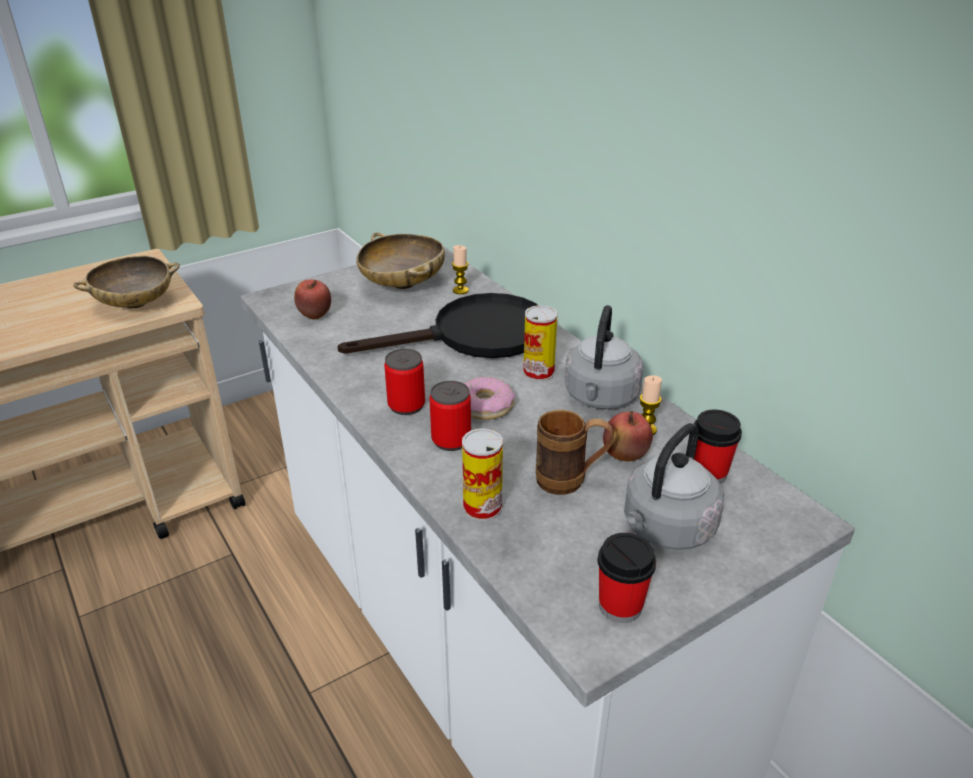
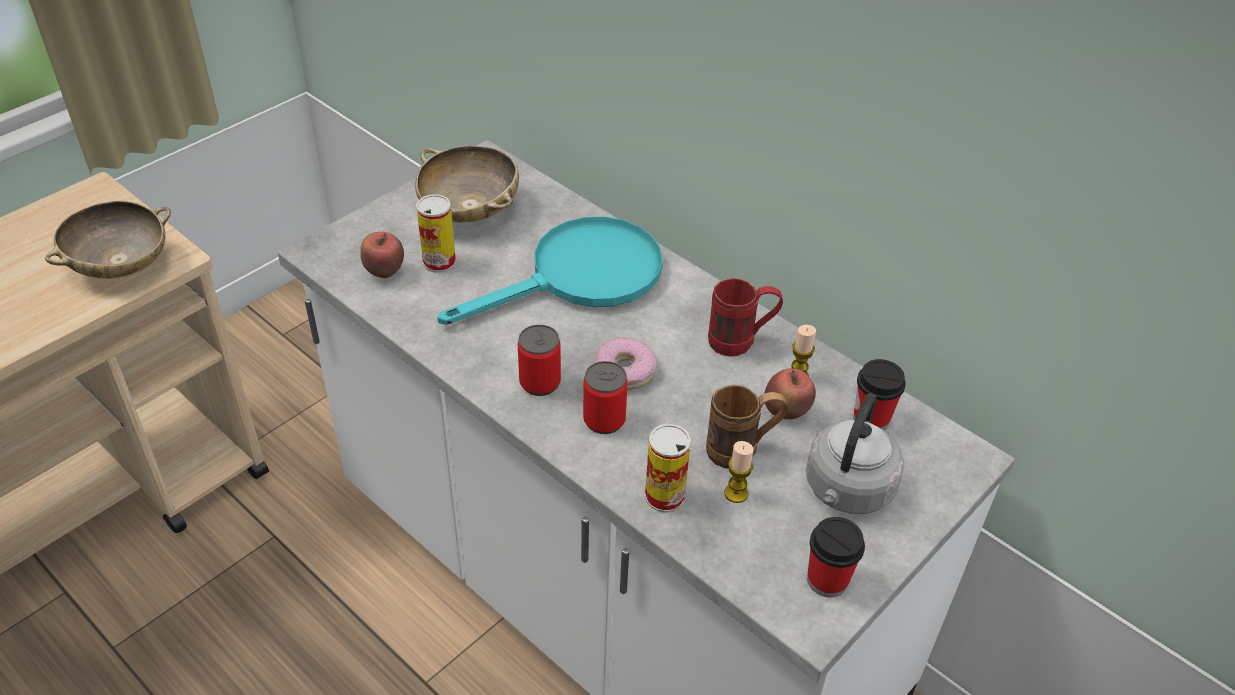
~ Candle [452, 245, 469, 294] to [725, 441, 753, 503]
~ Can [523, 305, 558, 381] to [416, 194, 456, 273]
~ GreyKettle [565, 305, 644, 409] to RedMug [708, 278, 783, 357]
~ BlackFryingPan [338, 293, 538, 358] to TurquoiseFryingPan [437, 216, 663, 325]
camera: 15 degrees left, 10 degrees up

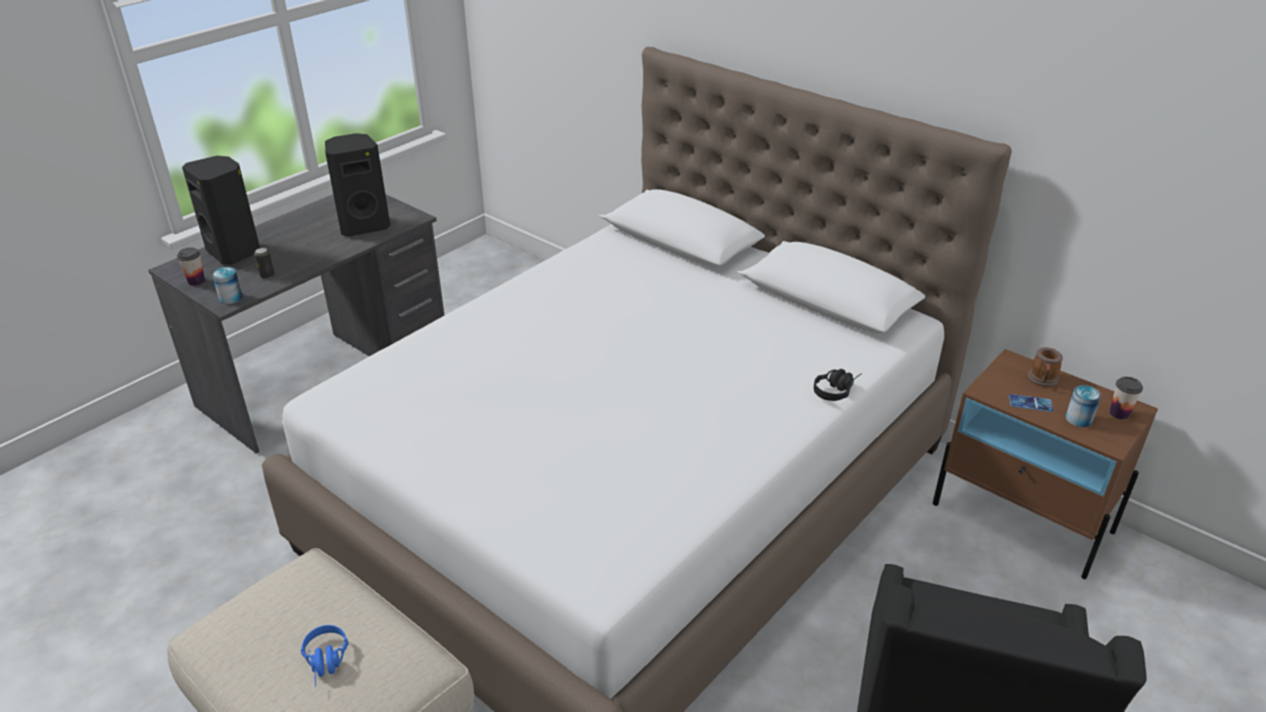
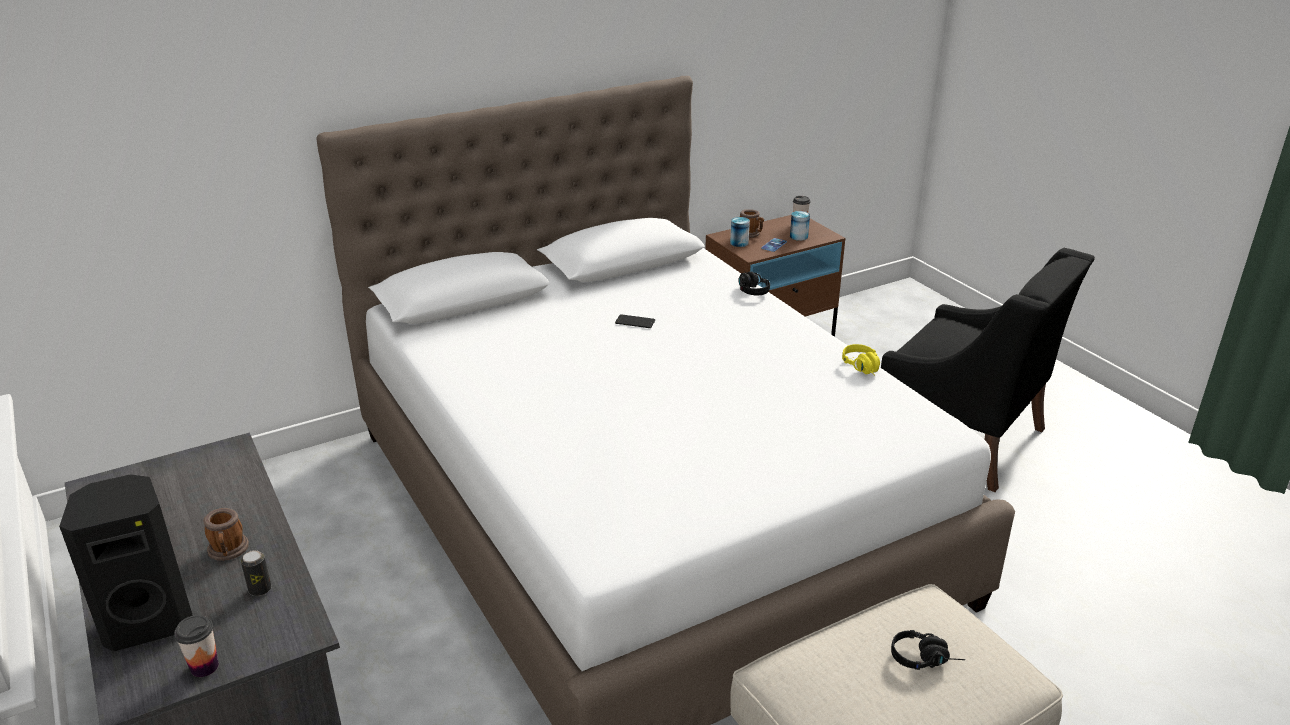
- BlackSpeaker [325, 133, 390, 237]
+ Mug [203, 508, 249, 561]
+ Phone [615, 314, 655, 328]
+ YellowHeadphones [842, 344, 880, 375]
~ Can [212, 267, 243, 304] to [730, 217, 750, 247]
~ BlueHeadphones [301, 625, 348, 687] to BlackHeadphones [891, 630, 965, 670]
camera: 70 degrees left, 5 degrees down

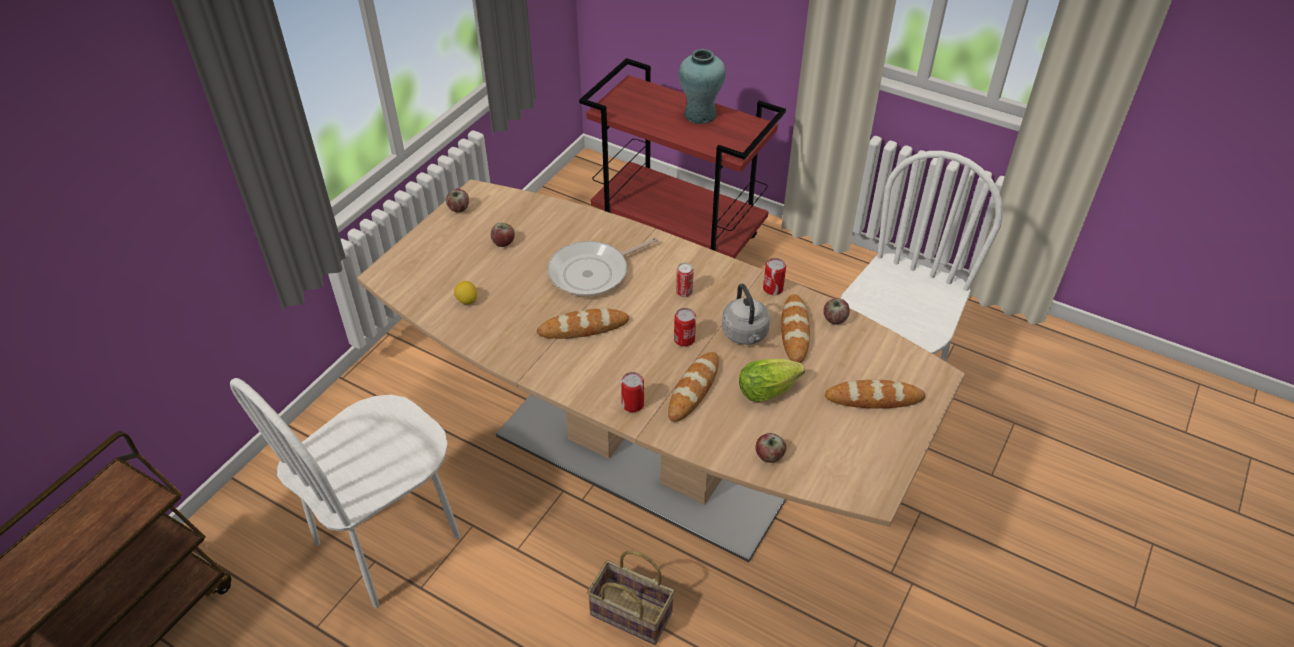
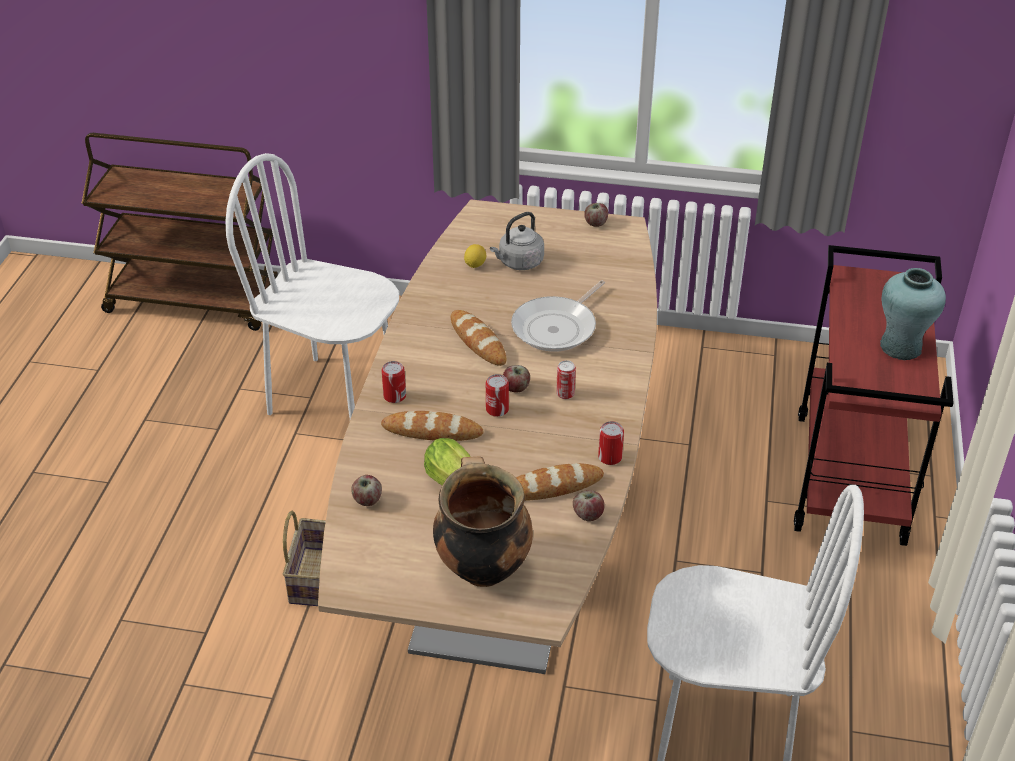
~ Apple [491, 223, 515, 247] to [503, 365, 530, 393]
~ GreyKettle [722, 284, 770, 345] to [490, 212, 544, 270]
~ Bread [825, 380, 925, 408] to CookingPot [433, 457, 533, 587]
~ FryingPan [548, 237, 658, 296] = [511, 280, 605, 352] 90 degrees counterclockwise
camera: 70 degrees right, 5 degrees down

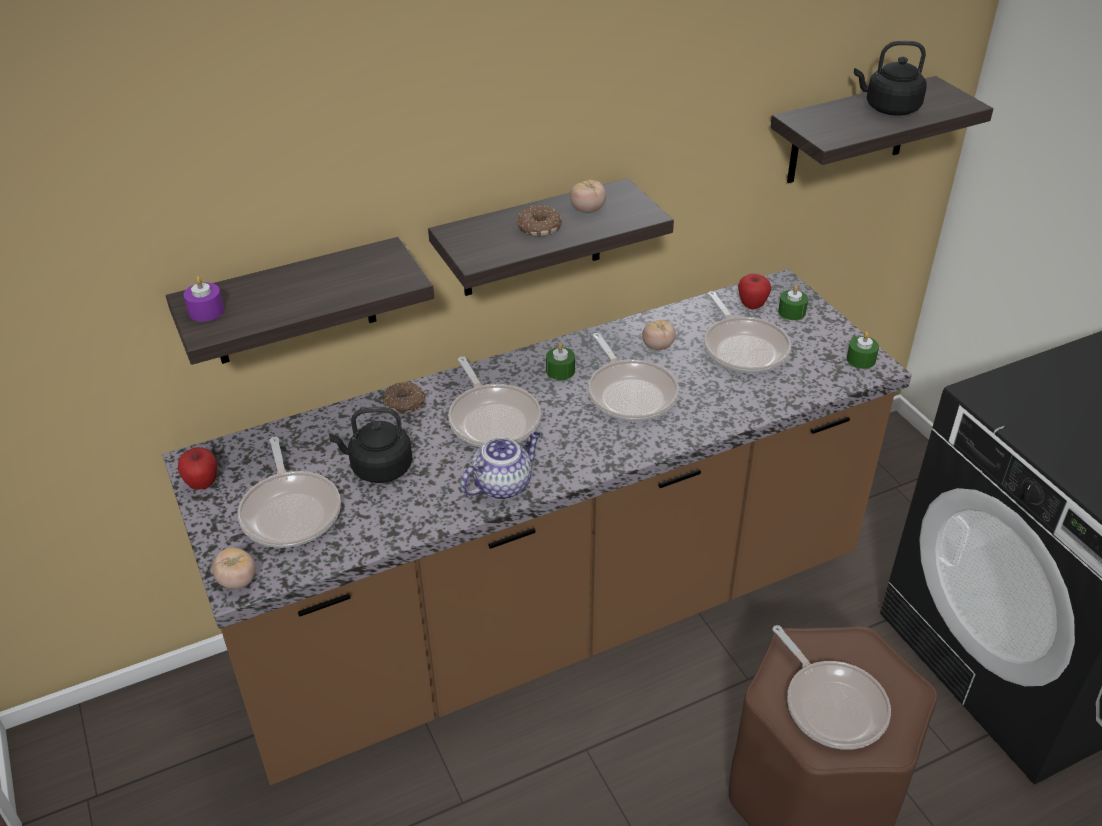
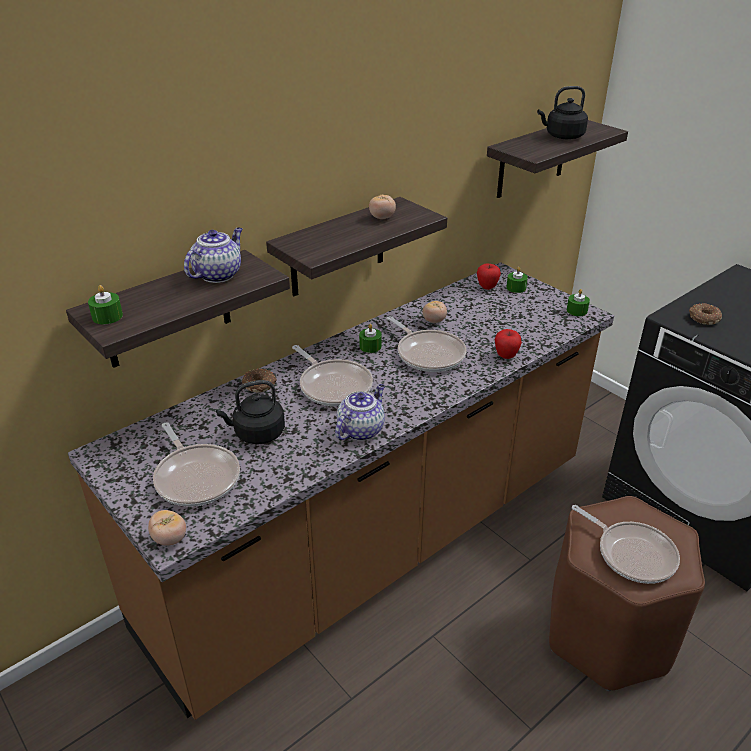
- FryingPan [704, 291, 791, 373]
+ Teapot [184, 228, 242, 283]
~ Apple [178, 447, 218, 490] to [495, 329, 522, 359]
~ Donut [517, 205, 562, 237] to [689, 303, 722, 325]
~ PurpleCandle [184, 276, 224, 322] to GreenCandle [88, 285, 123, 324]
camera: 15 degrees left, 5 degrees down

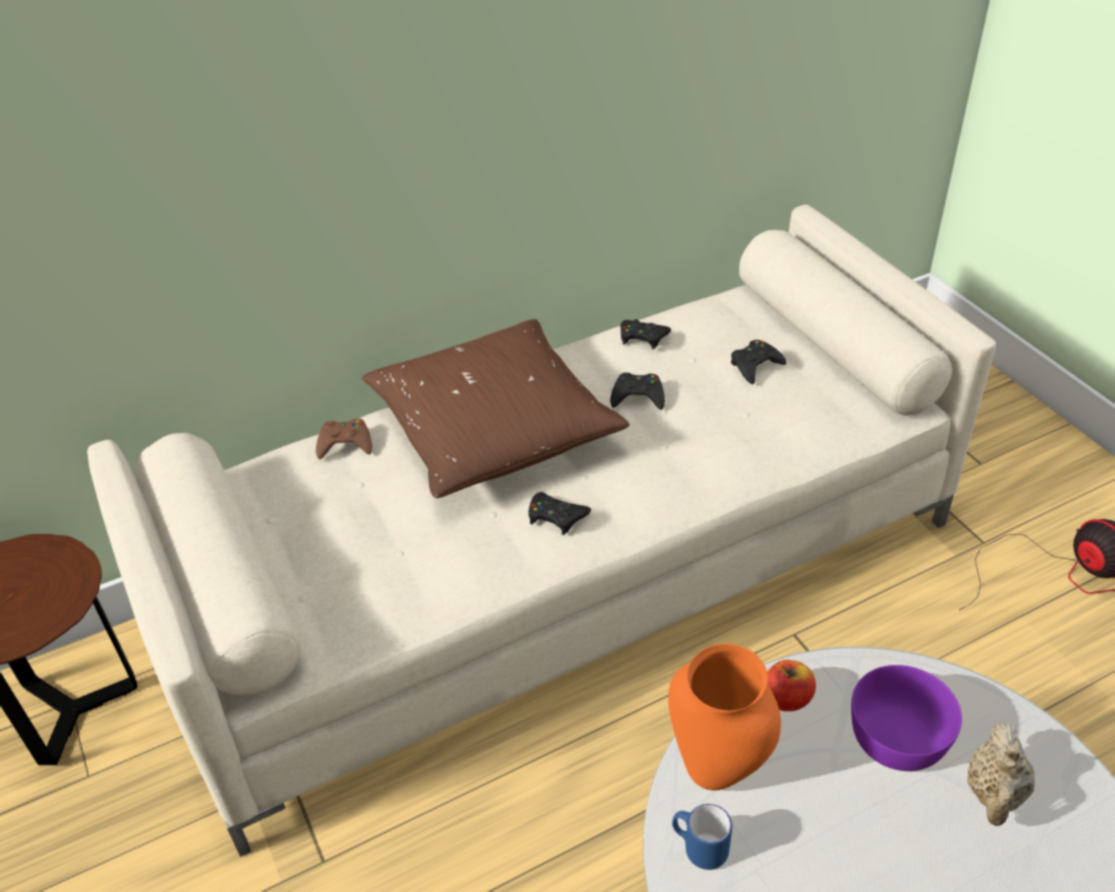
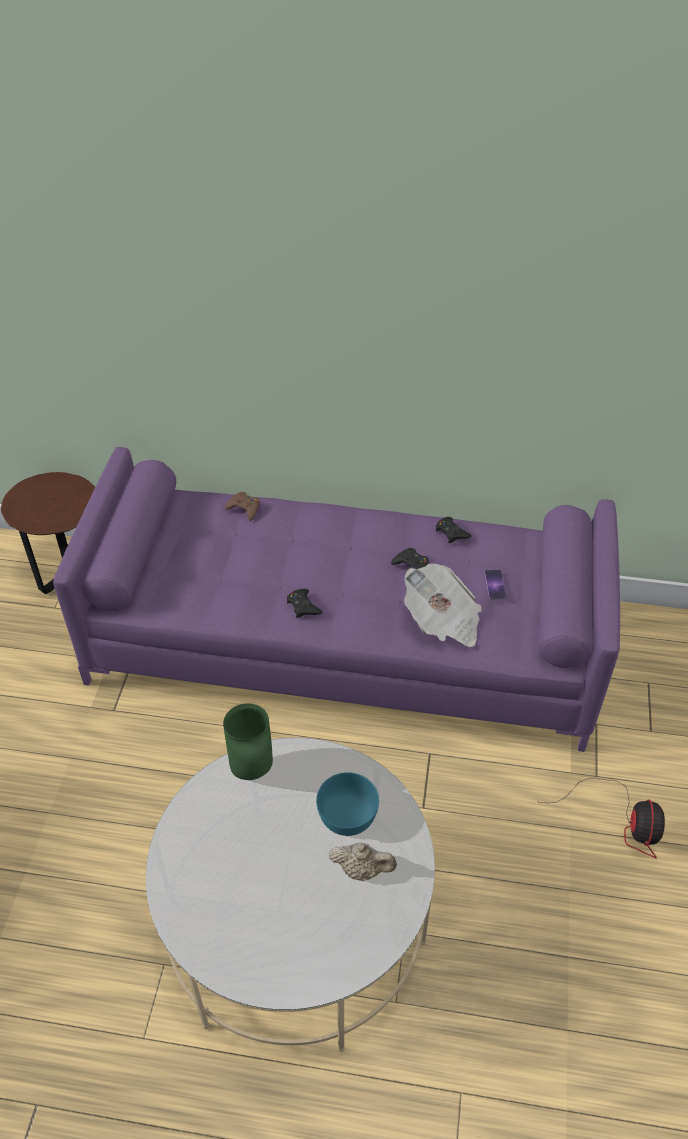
- BrownPillow [362, 319, 630, 498]
- BlueMug [672, 804, 732, 870]
- Apple [767, 660, 816, 711]
+ Newspaper [404, 564, 482, 647]
~ BlackGameController [731, 340, 787, 384] to Phone [485, 570, 507, 600]
~ BeigeSofa [87, 204, 996, 857] to PurpleSofa [53, 447, 620, 752]
~ OrangeVase [668, 644, 781, 790] to GreenVase [223, 703, 273, 780]
~ PurpleBowl [851, 665, 962, 771] to TurquoiseBowl [316, 772, 379, 836]
~ BeigeTeapot [967, 722, 1035, 826] = [329, 843, 397, 881] 135 degrees counterclockwise
camera: 35 degrees right, 5 degrees up

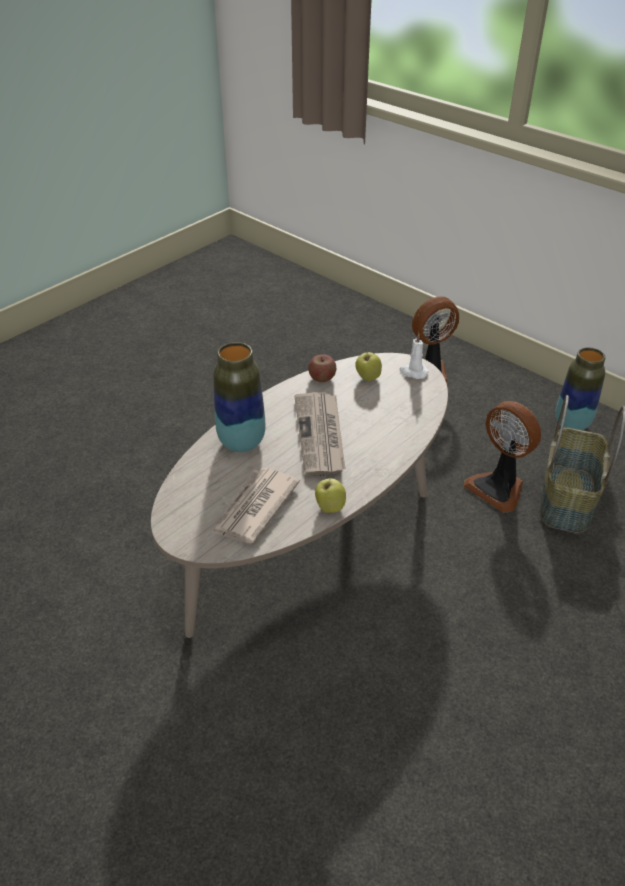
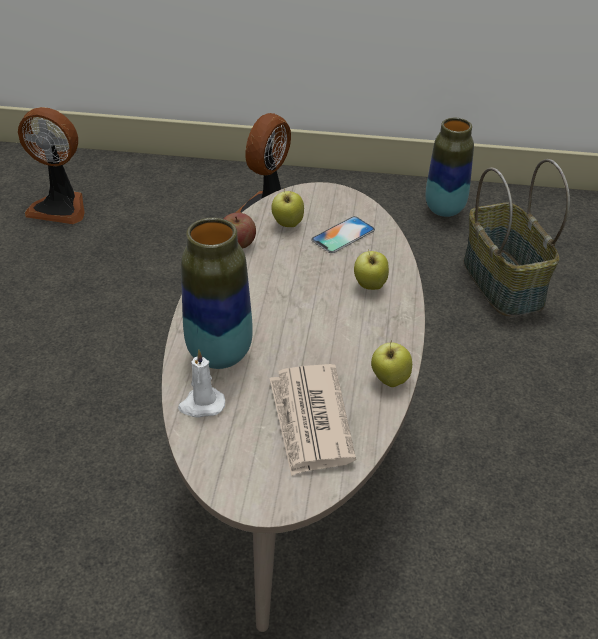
- Newspaper [294, 392, 345, 477]
+ Phone [311, 216, 375, 253]
+ Apple [354, 249, 389, 290]
~ WhiteCandle [400, 333, 429, 379] to [178, 349, 225, 418]
~ Fan [464, 401, 541, 513] to [18, 107, 85, 224]
camera: 35 degrees left, 0 degrees up

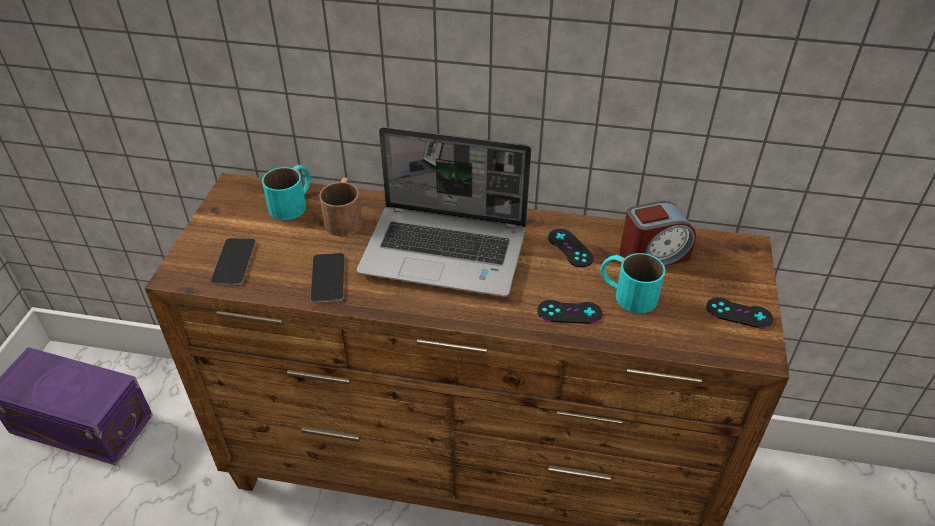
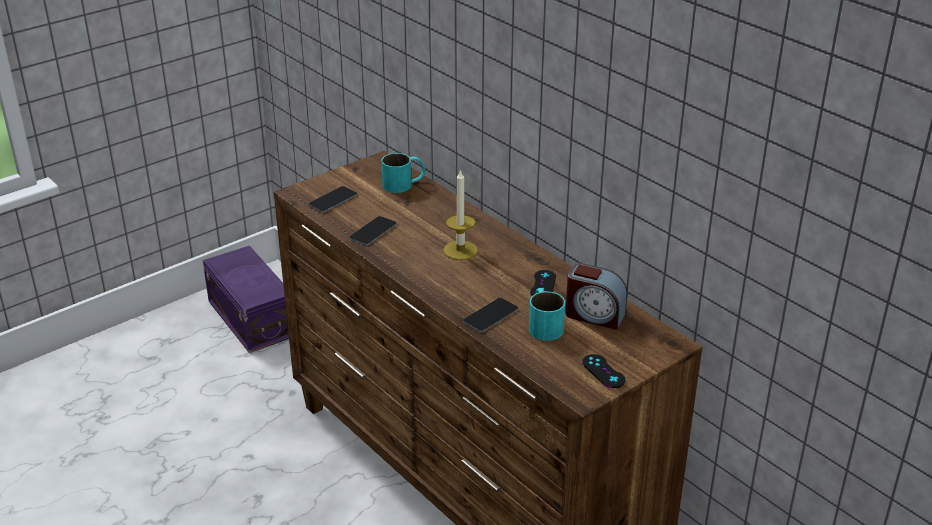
- BrownMug [319, 177, 362, 236]
~ Laptop [357, 127, 531, 297] to Candle [444, 169, 478, 260]
~ BlackGameController [537, 300, 602, 324] to Phone [463, 298, 518, 332]
camera: 40 degrees right, 10 degrees down

